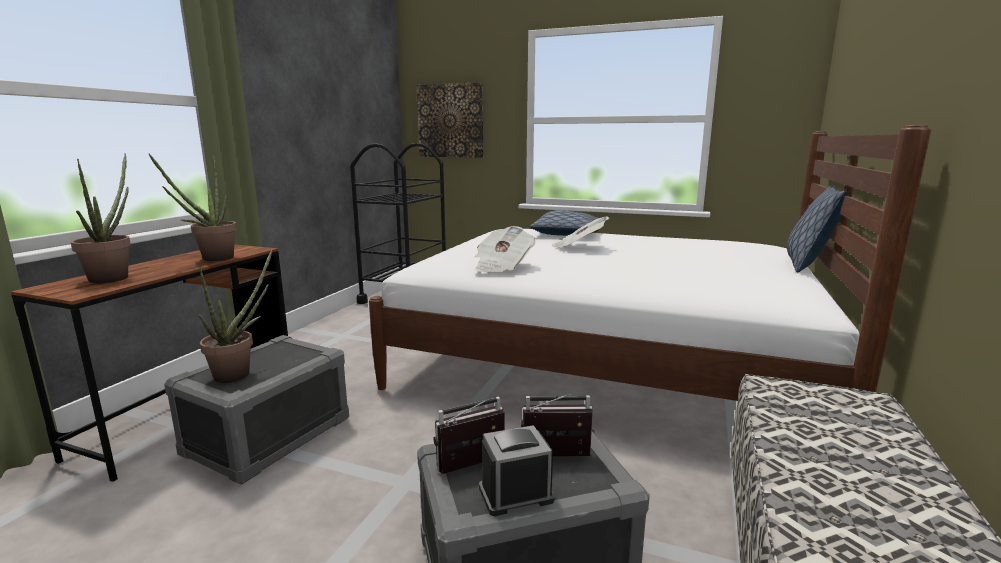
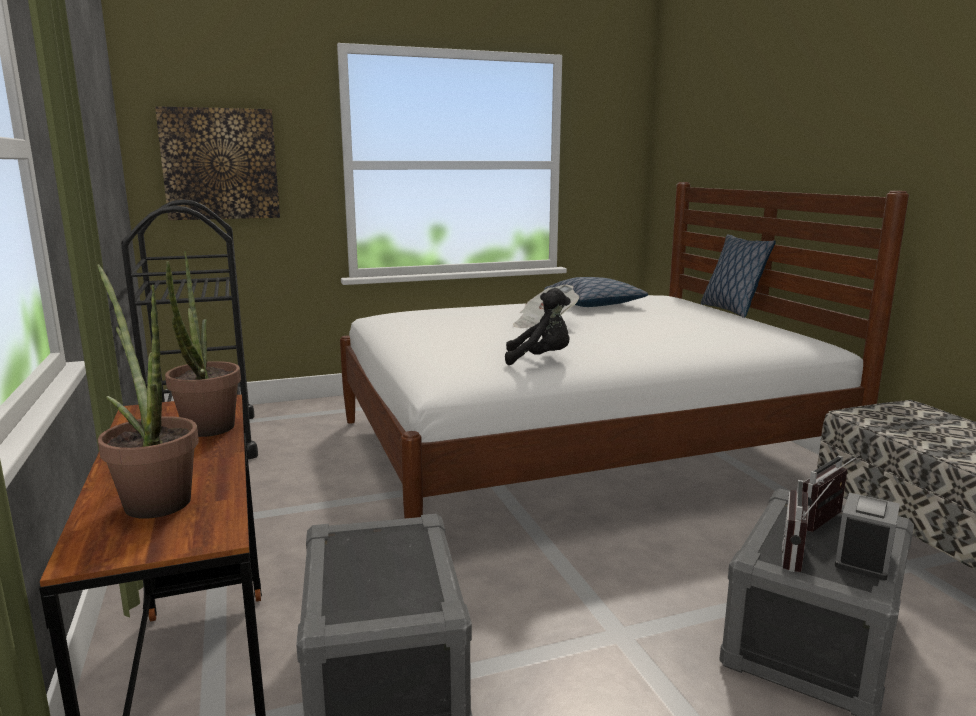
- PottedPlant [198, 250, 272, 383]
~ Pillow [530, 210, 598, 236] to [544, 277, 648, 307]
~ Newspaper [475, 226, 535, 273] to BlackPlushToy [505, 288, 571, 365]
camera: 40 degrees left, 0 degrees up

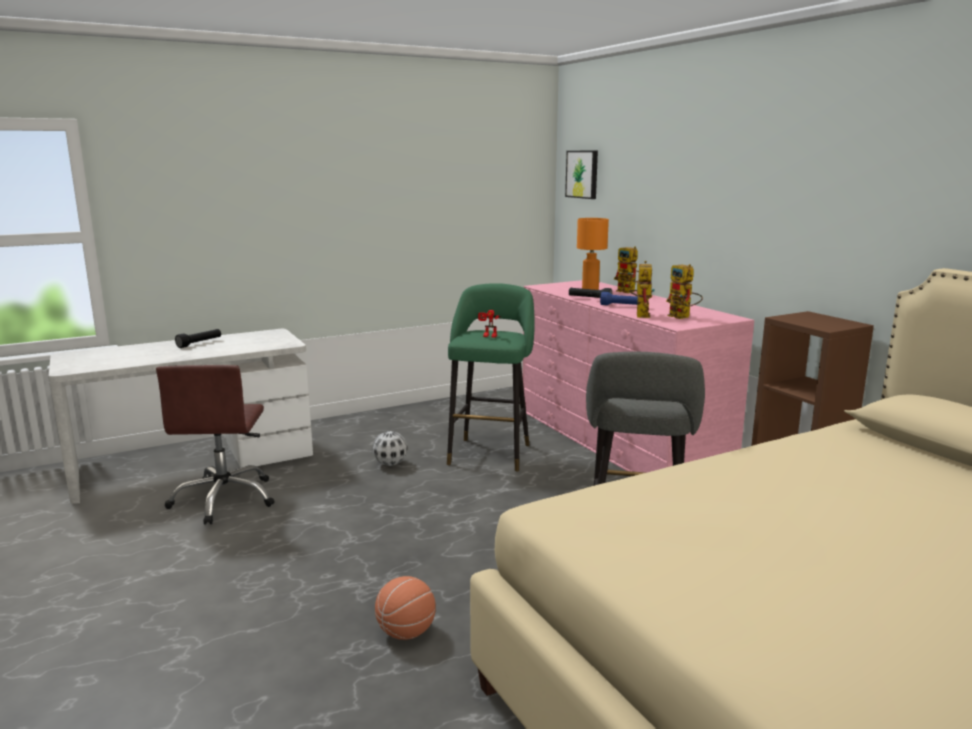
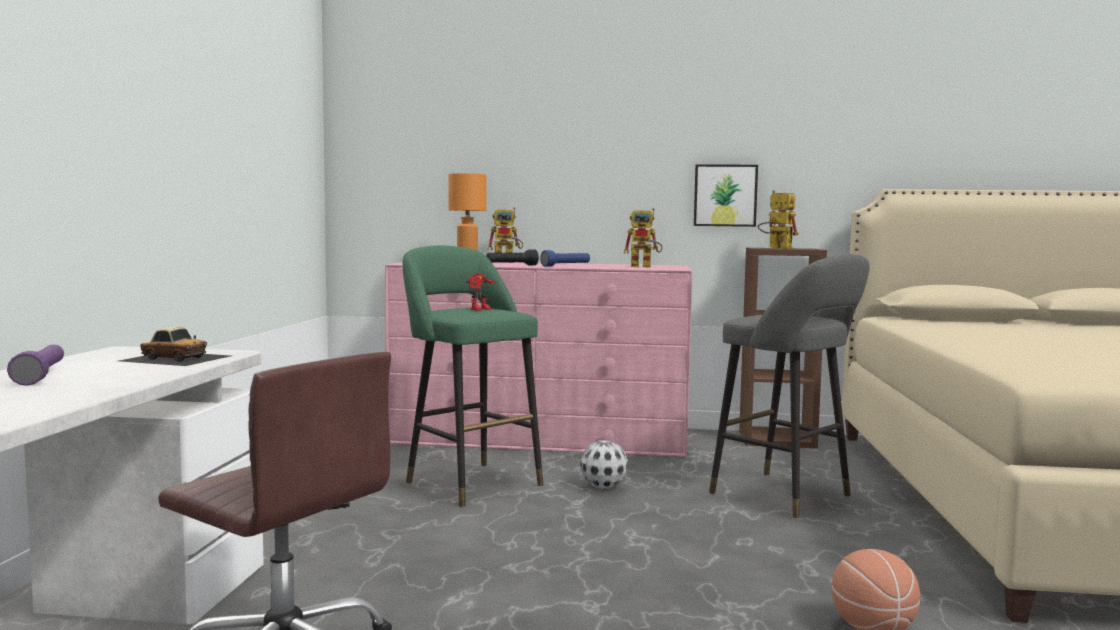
+ ToyCar [119, 326, 230, 366]
~ Football [373, 431, 407, 466] to [580, 440, 628, 489]
~ Picture [565, 151, 598, 199] to [694, 164, 758, 227]
~ ToyRobot [629, 261, 655, 318] to [758, 190, 799, 249]
~ BlackFlashlight [175, 329, 221, 348] to PurpleFlashlight [7, 344, 64, 386]
camera: 55 degrees left, 10 degrees down

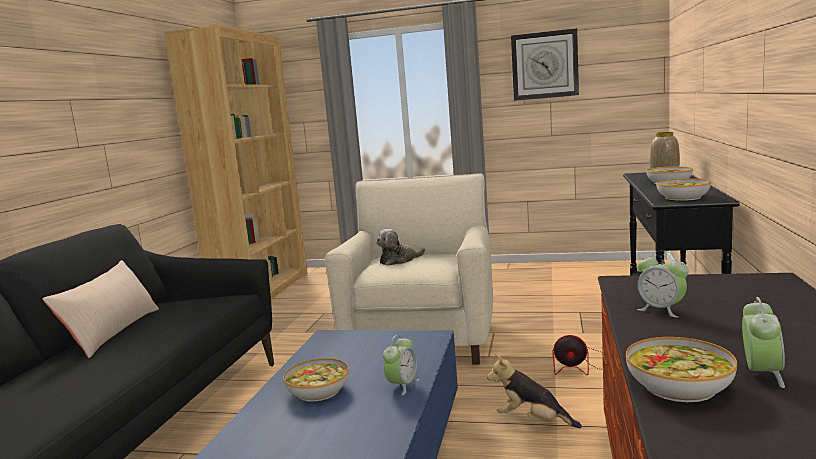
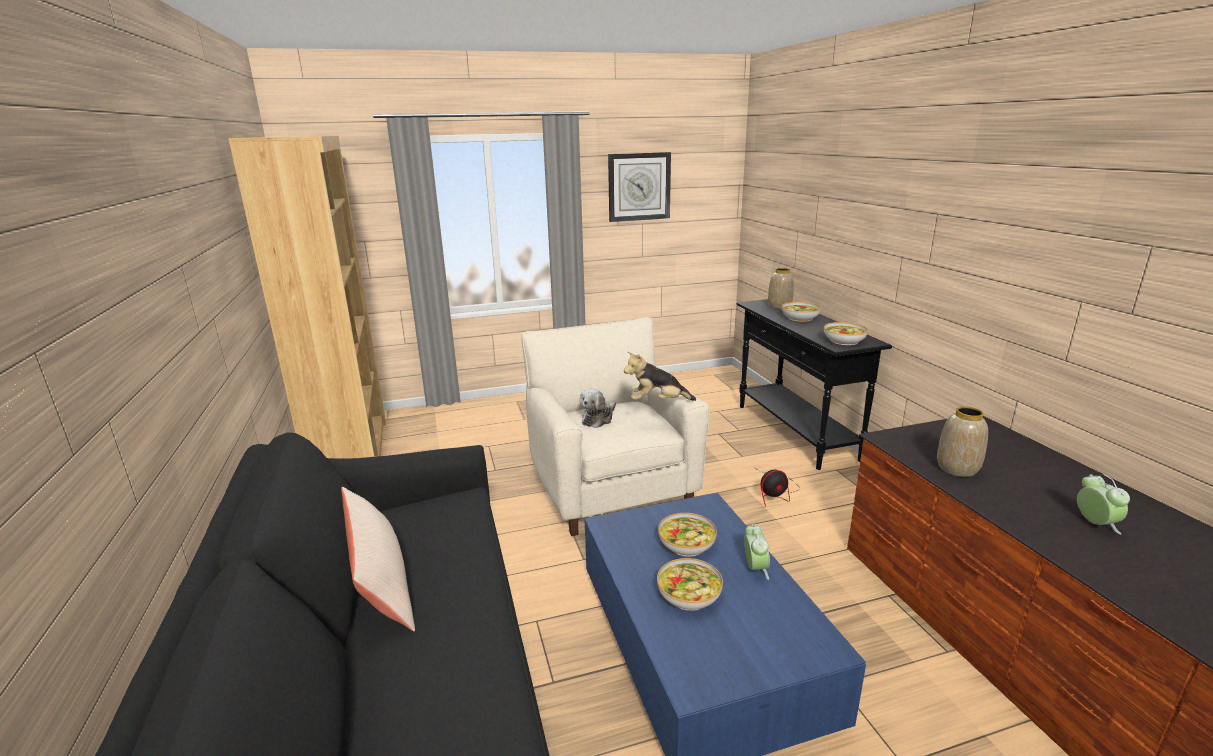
~ PlushToy [487, 354, 582, 428] to [624, 351, 696, 401]
~ Bowl [626, 337, 737, 402] to [658, 513, 717, 557]
~ AlarmClock [637, 251, 689, 318] to Vase [937, 406, 988, 477]
camera: 30 degrees left, 10 degrees up

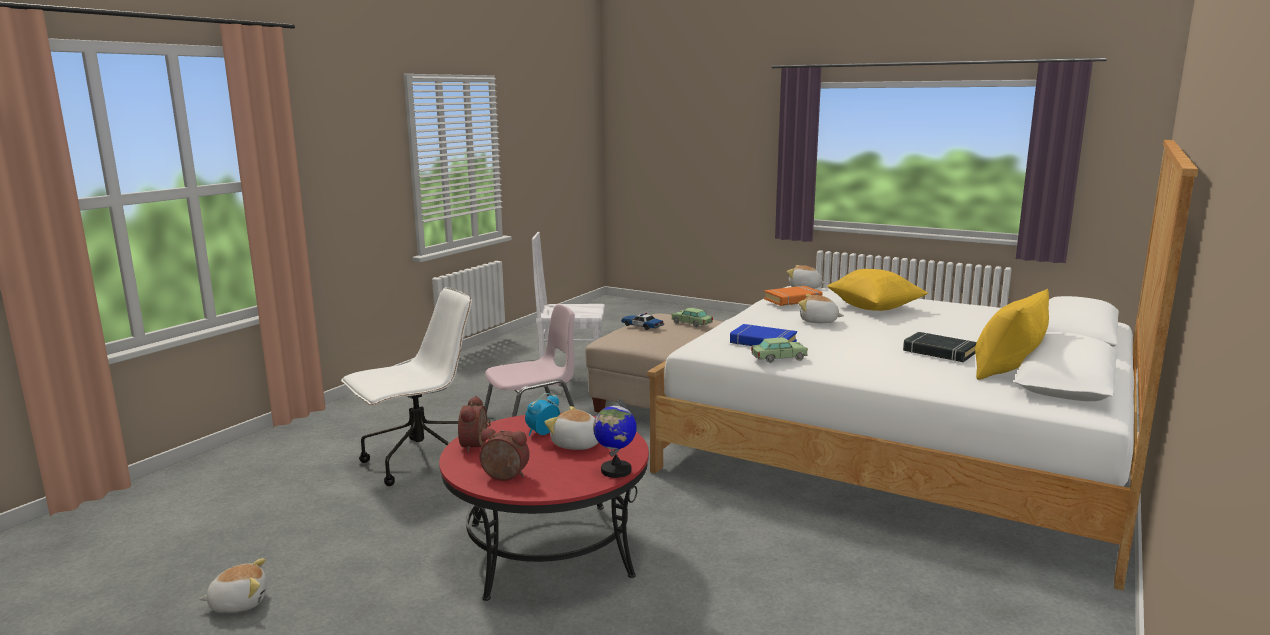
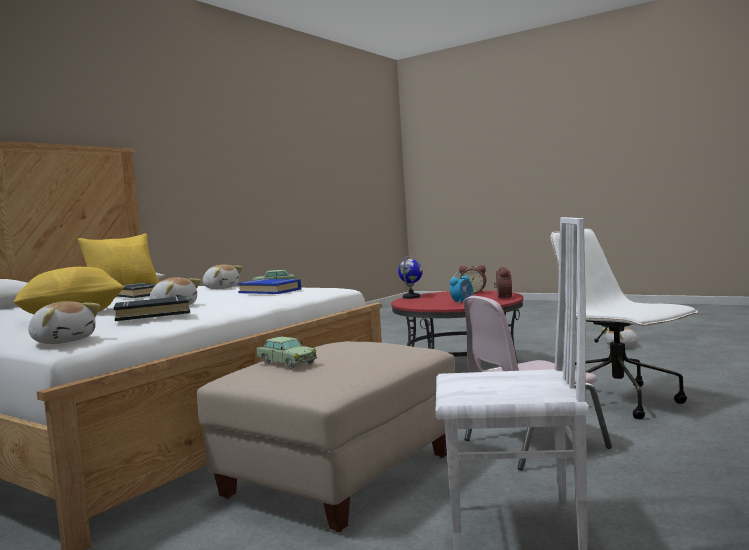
- ToyCar [621, 313, 664, 330]
~ PlushToy [544, 406, 599, 450] to [202, 264, 243, 289]
~ OrangeBook [764, 286, 822, 306] to BlackBook [114, 296, 190, 321]
~ WhiteOfficeChair [341, 287, 472, 486] = [551, 229, 698, 419] 90 degrees clockwise
camera: 175 degrees left, 10 degrees down

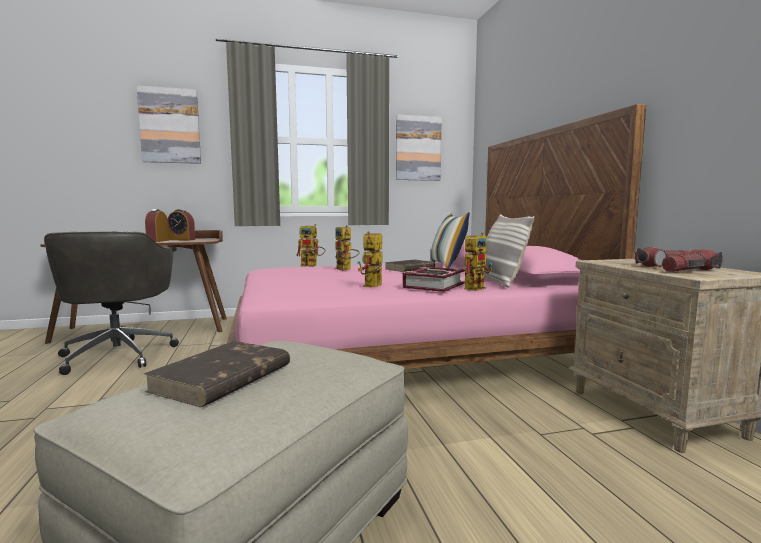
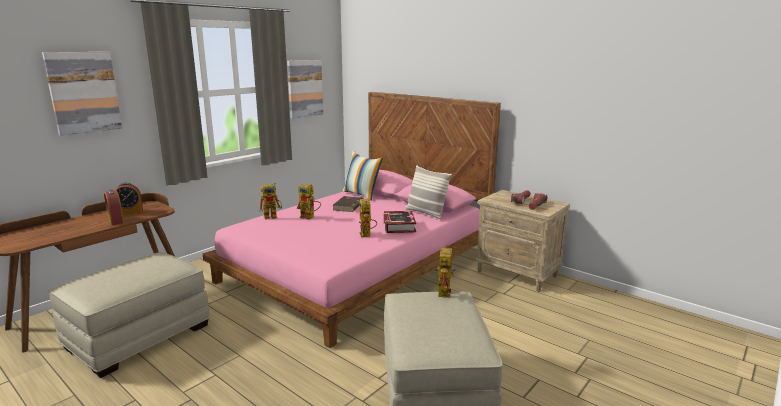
- BrownBook [144, 341, 290, 407]
~ ToyRobot [464, 232, 492, 291] to [433, 245, 456, 298]
~ GreyOfficeChair [44, 231, 179, 375] to BeigeOttoman [49, 252, 210, 378]
camera: 35 degrees left, 10 degrees up

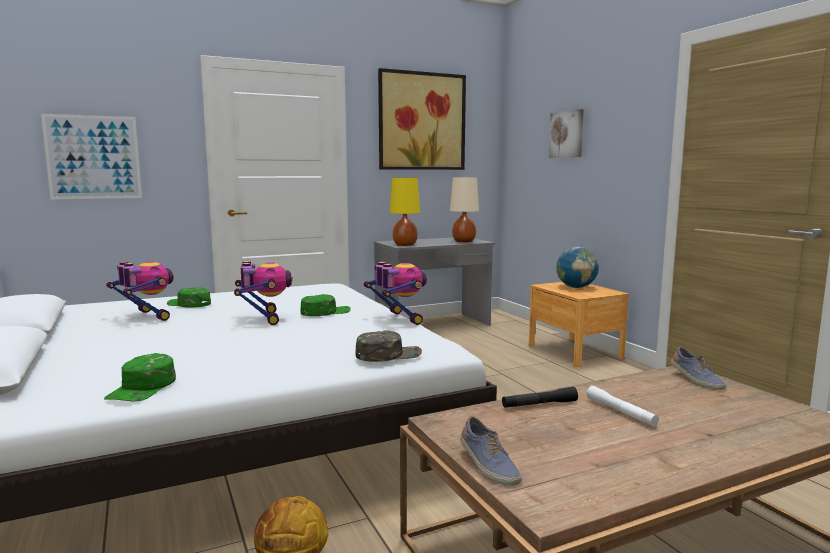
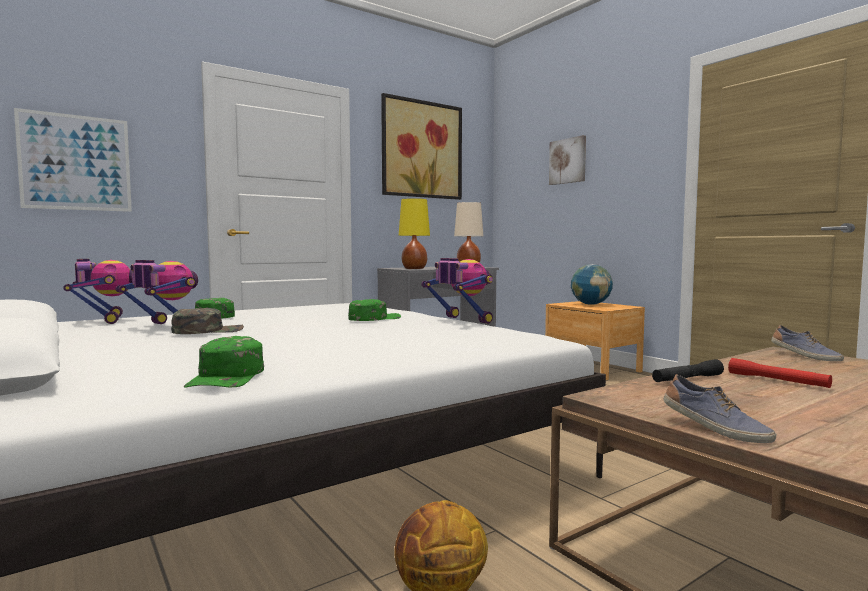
~ ToyRobot [234, 261, 293, 325] to [63, 259, 133, 324]
~ GreenCap [355, 330, 422, 362] to [171, 308, 244, 334]
~ WhiteFlashlight [586, 386, 659, 426] to RedFlashlight [728, 358, 832, 388]
camera: 10 degrees left, 5 degrees down

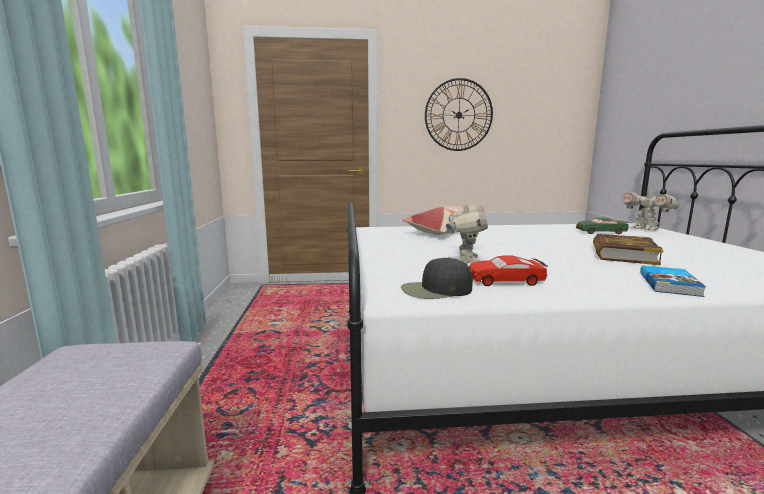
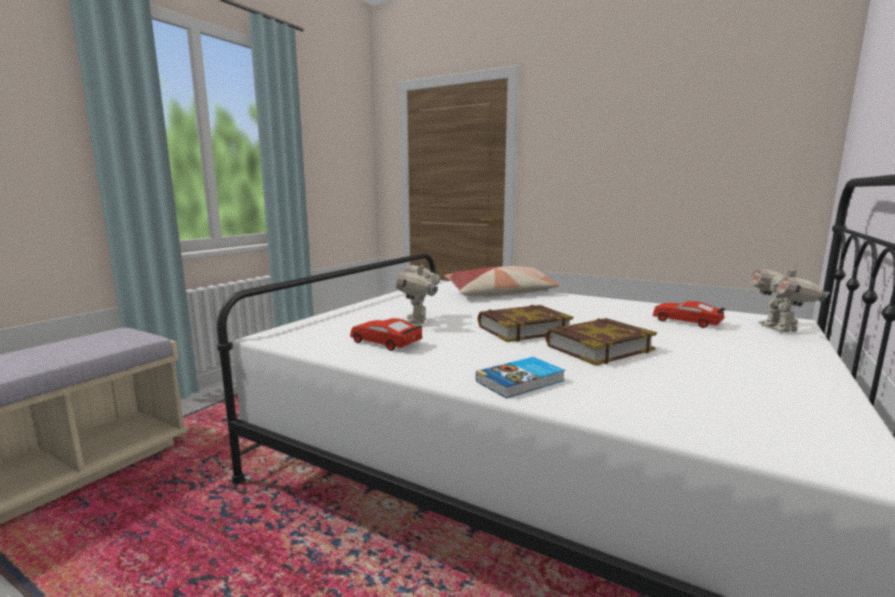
- BlackCap [401, 257, 473, 299]
- WallClock [425, 78, 493, 151]
+ Book [478, 305, 573, 342]
~ GreenToyCar [576, 218, 629, 234] to RedToyCar [653, 301, 725, 328]
~ ToyRobot [446, 199, 488, 263] = [396, 260, 440, 324] 135 degrees clockwise
camera: 35 degrees right, 0 degrees up

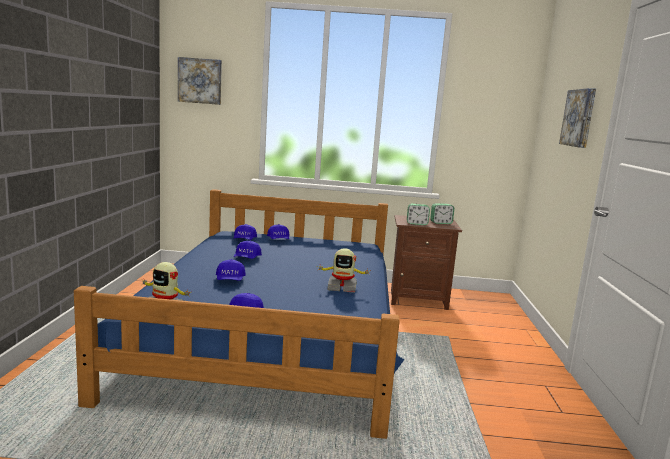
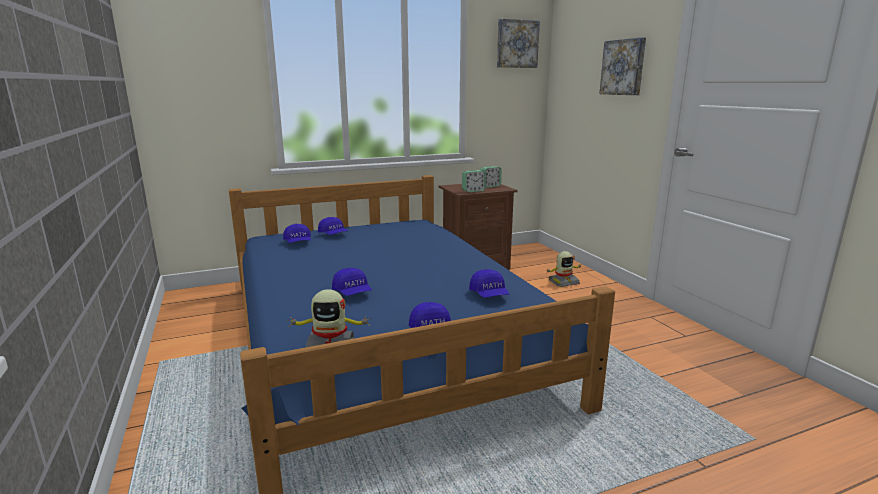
~ Picture [178, 57, 222, 105] to [497, 19, 540, 68]
~ BlueCap [234, 241, 262, 259] to [469, 269, 509, 298]
~ ToyRobot [317, 248, 371, 293] to [546, 251, 582, 287]
camera: 25 degrees left, 5 degrees up

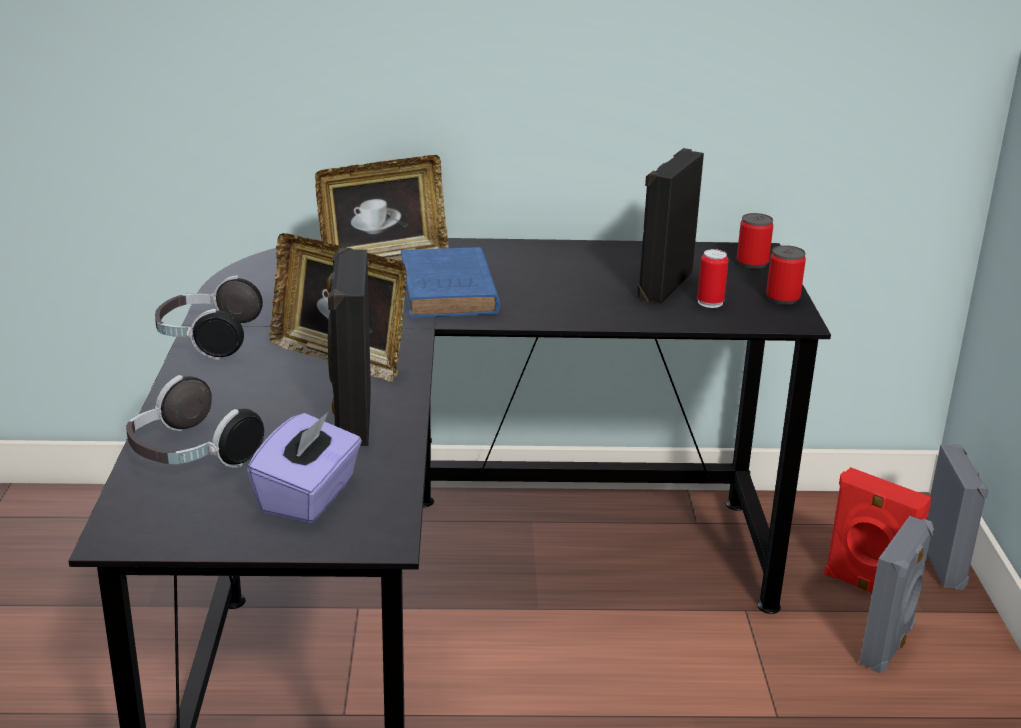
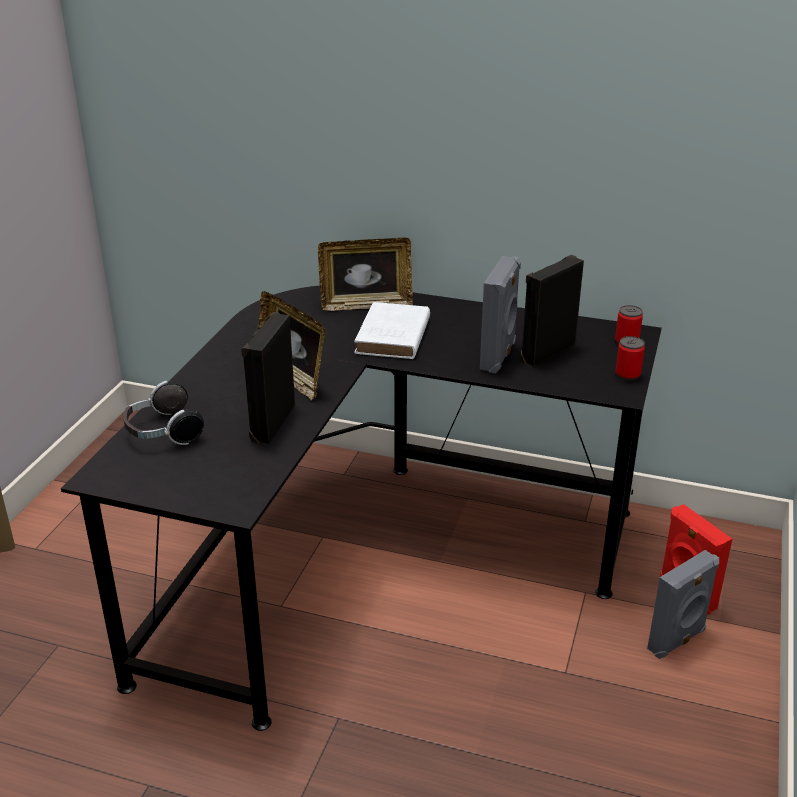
- Headphones [155, 275, 263, 360]
- PurpleTissueBox [247, 411, 362, 523]
- Can [697, 249, 729, 308]
~ GreySpeaker [927, 444, 989, 590] to [480, 256, 521, 373]
~ BlueBook [401, 247, 500, 318] to WhiteBook [354, 302, 430, 359]
camera: 20 degrees right, 5 degrees up

